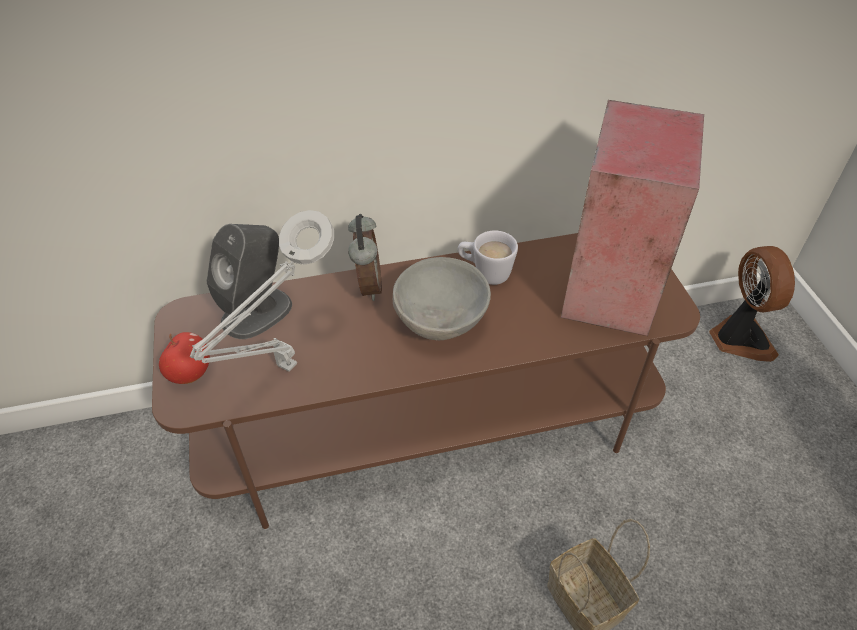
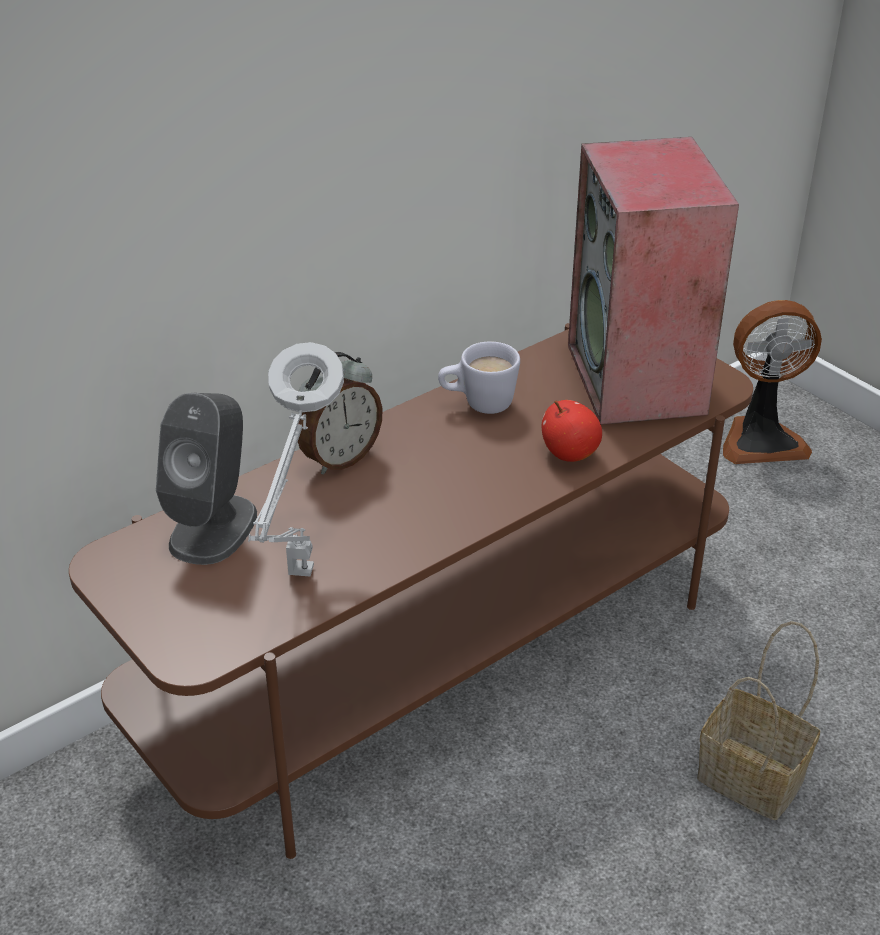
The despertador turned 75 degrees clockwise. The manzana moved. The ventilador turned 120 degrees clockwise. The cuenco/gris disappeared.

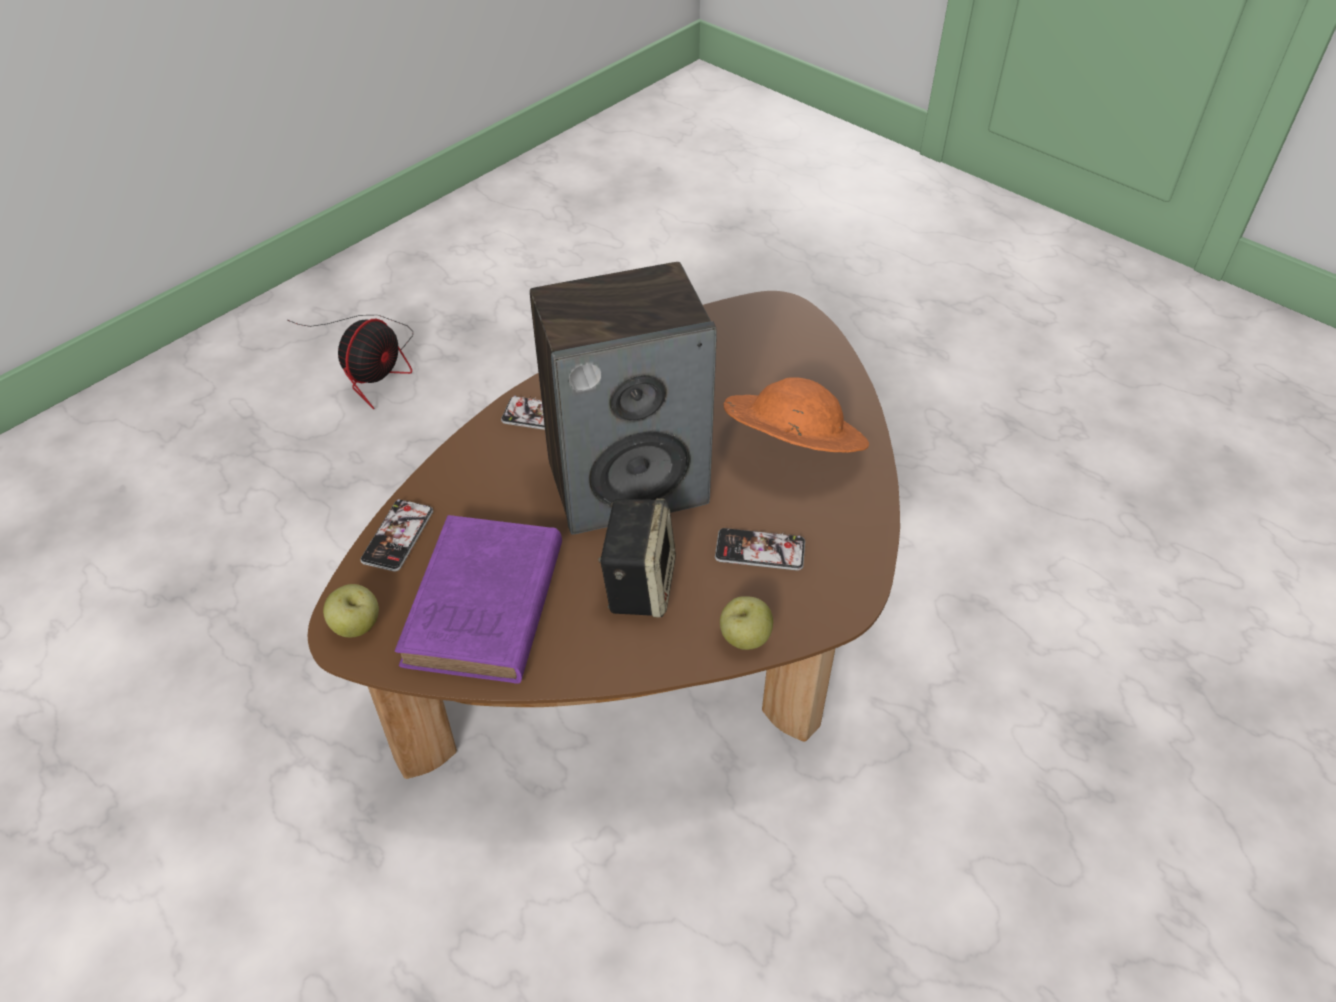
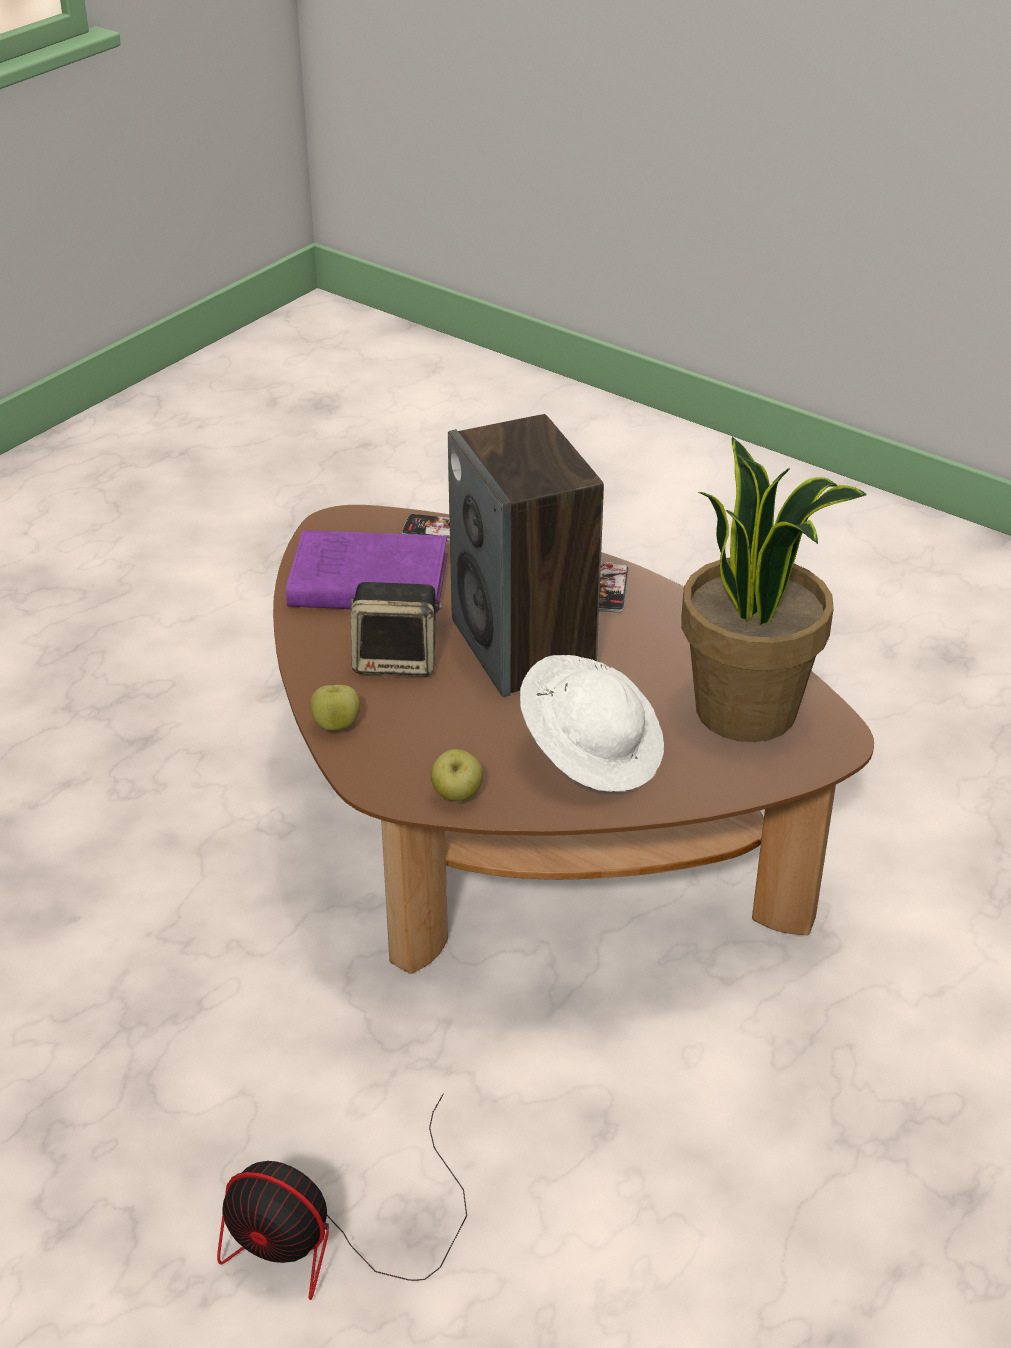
The ventilador moved. The manzana (no. 1 from left in the first image) moved. The sombrero/naranja became the sombrero/blanco. The planta en maceta appeared. The móvil (no. 3 from left) disappeared.

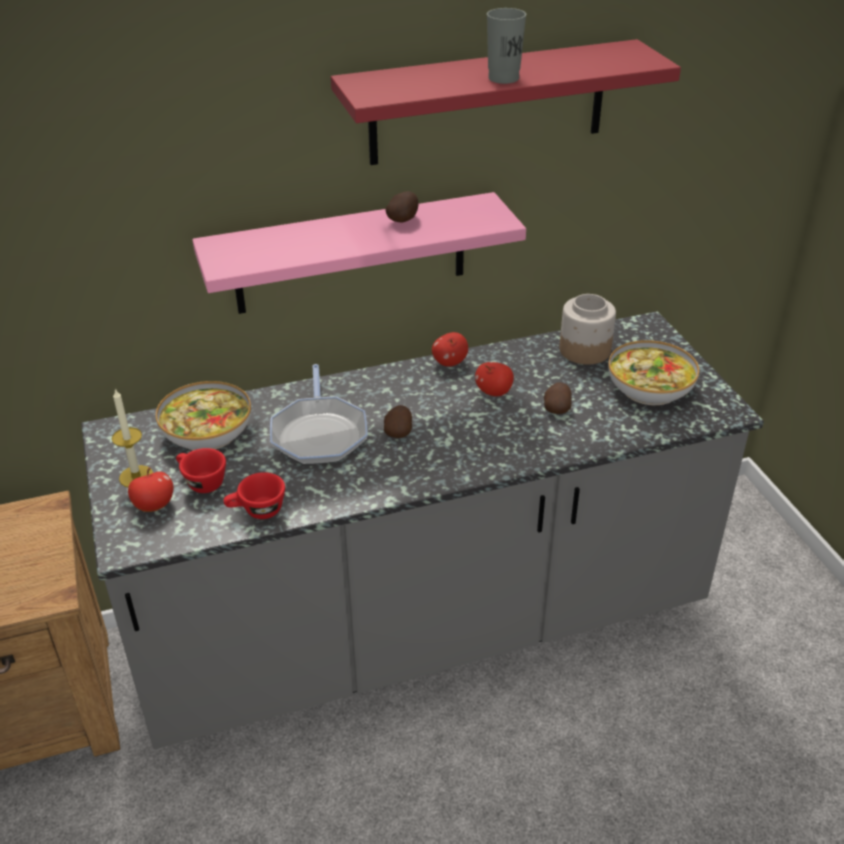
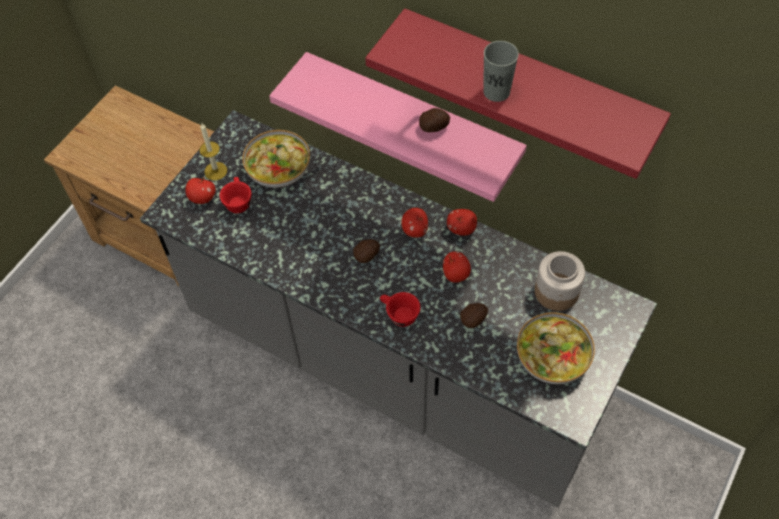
The taza/rojo (no. 2 from left) moved. The manzana (no. 2 from left) appeared. The sartén disappeared.

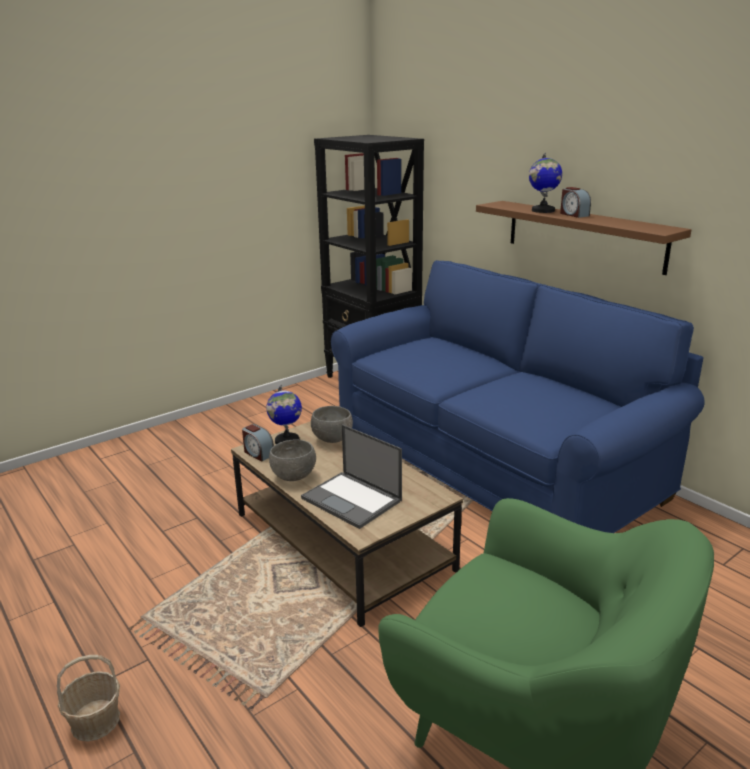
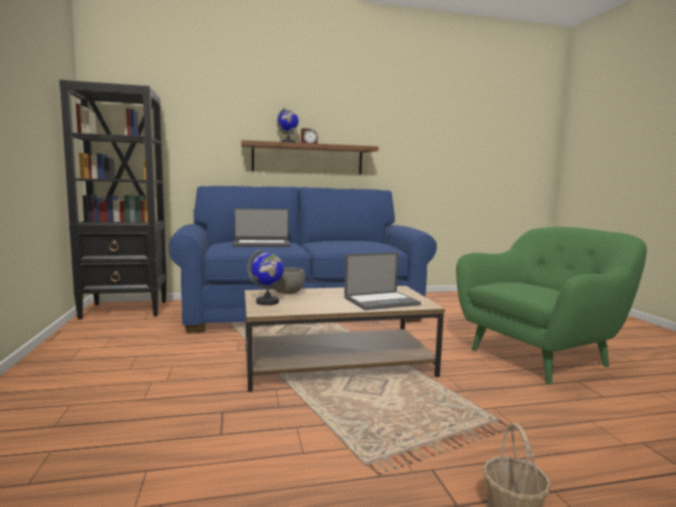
The portátil (no. 1 from left) appeared. The despertador (no. 1 from left) disappeared. The cuenco/gris (no. 1 from left) disappeared.

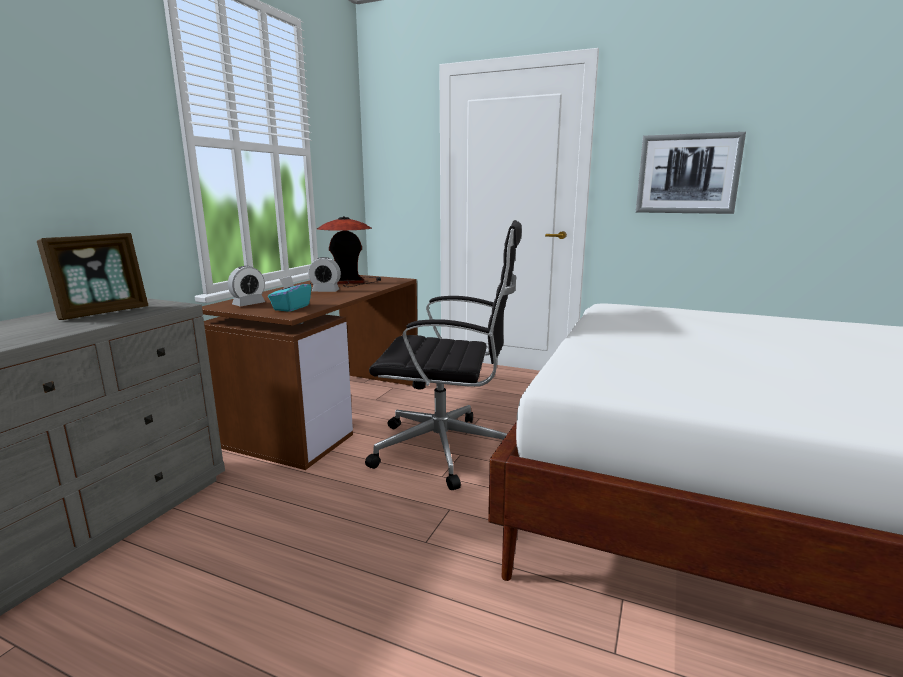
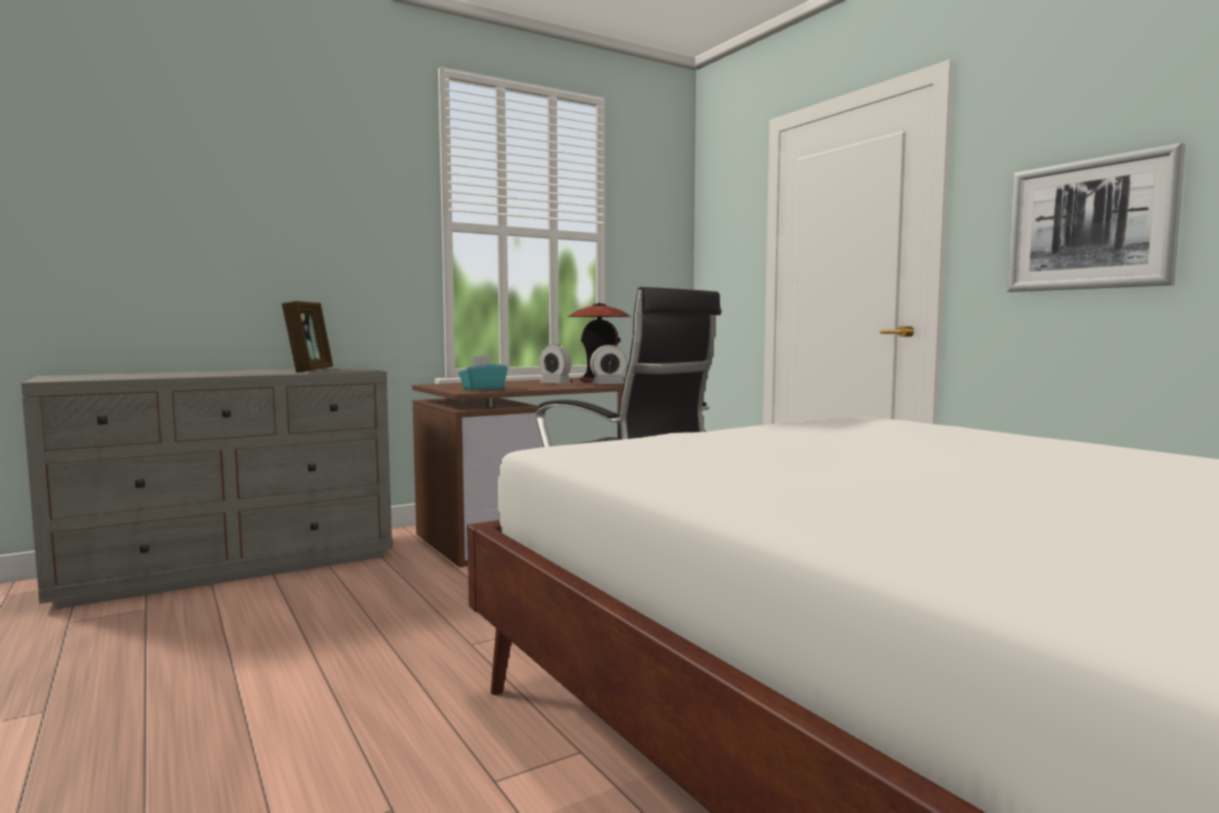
The portarretratos turned 75 degrees counterclockwise. The despertador (no. 1 from left in the first image) moved.

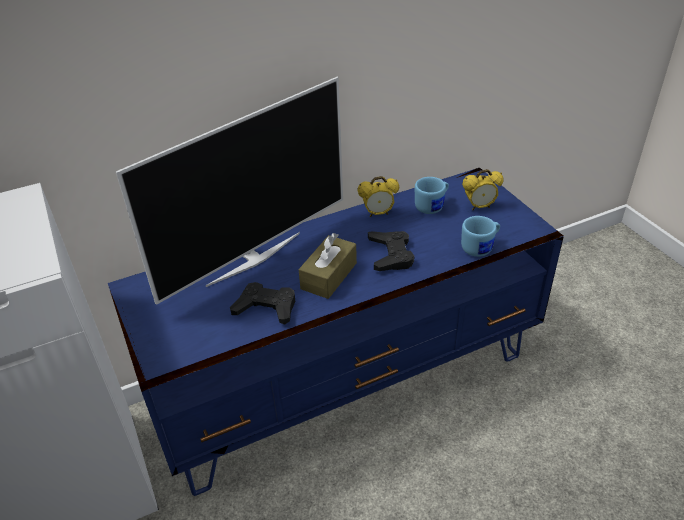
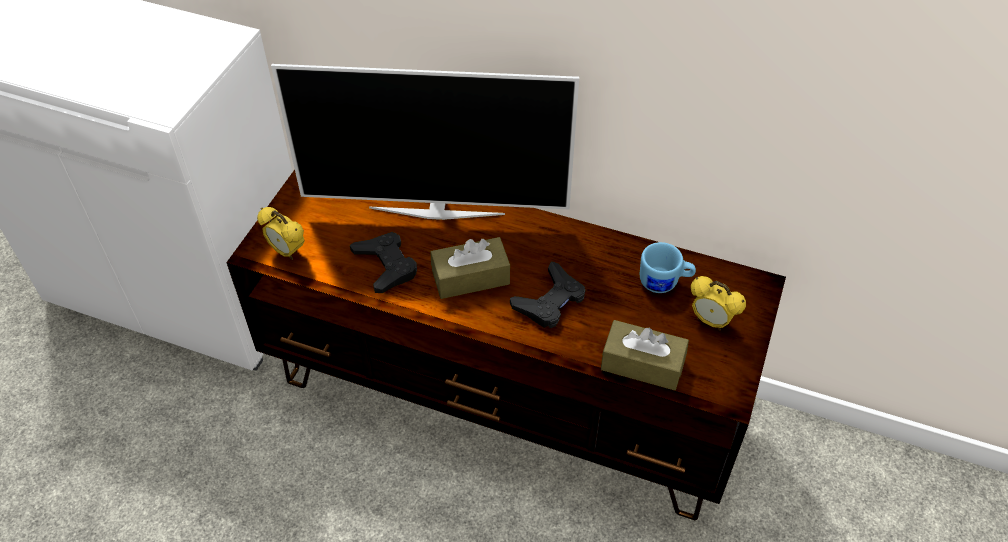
The mueble de televisión/azul became the mueble de televisión/marrón. The despertador (no. 1 from left) moved. The taza grande/azul (no. 2 from left) was replaced by the caja de pañuelos/marrón (no. 2 from left).

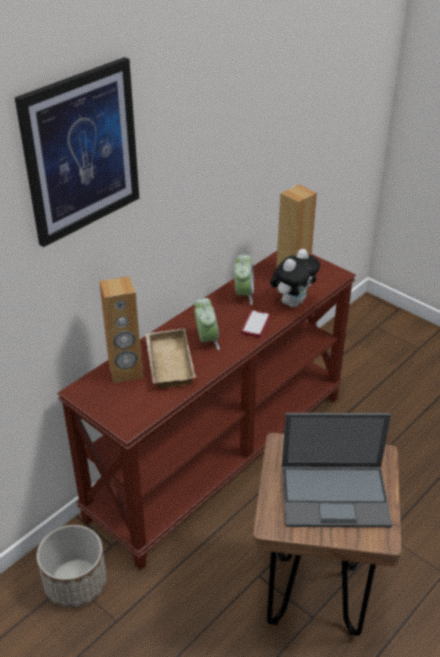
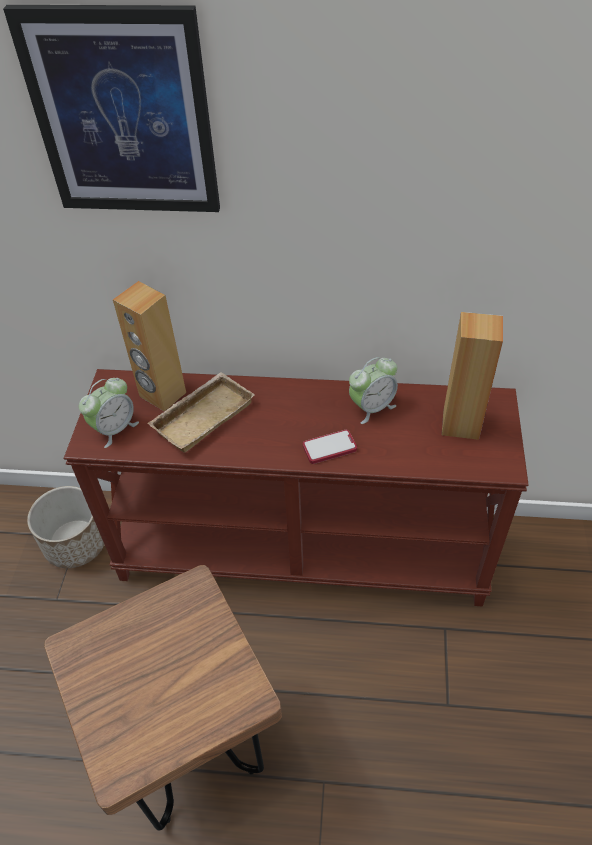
The despertador (no. 1 from left) moved. The peluche disappeared. The portátil disappeared.

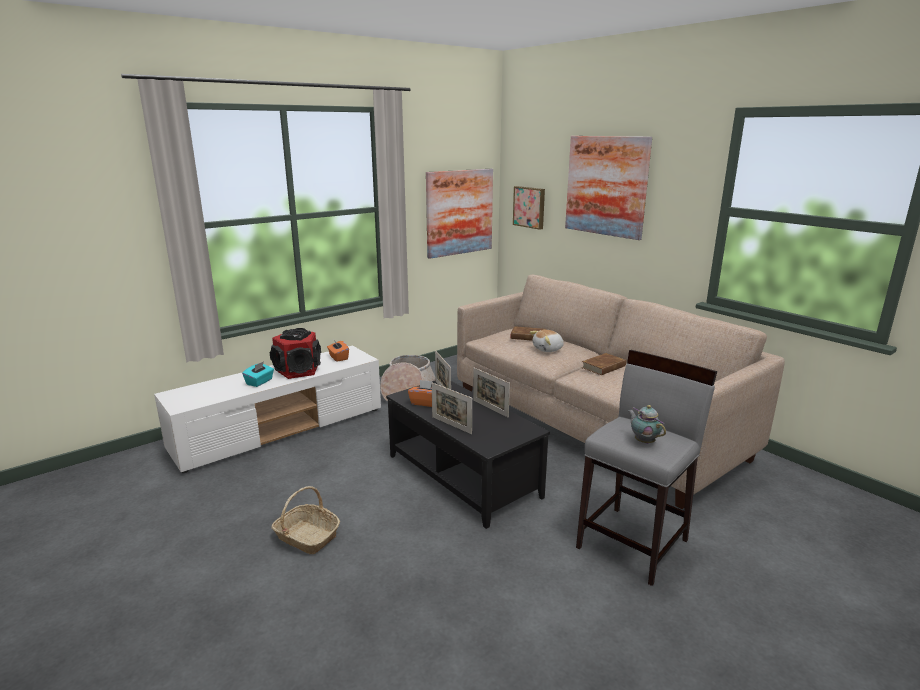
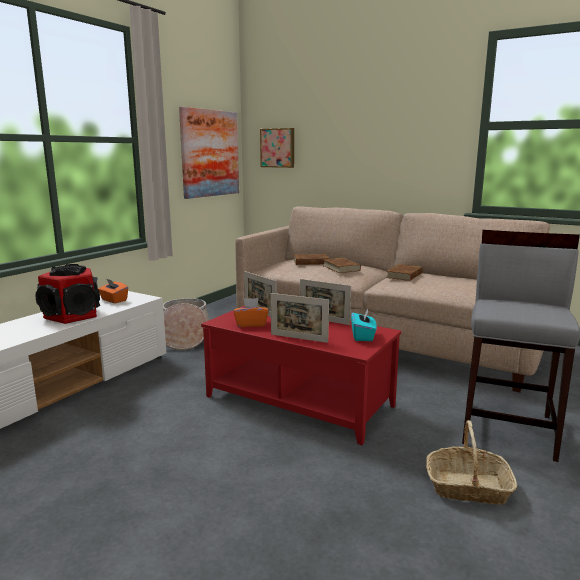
The mesa de centro/negro became the mesa de centro/rojo. The peluche was replaced by the libro/marrón (no. 2 from left). The caja de pañuelos/turquesa moved. The cesta (no. 1 from left in the first image) moved. The cuadro (no. 3 from left) disappeared. The tetera disappeared.

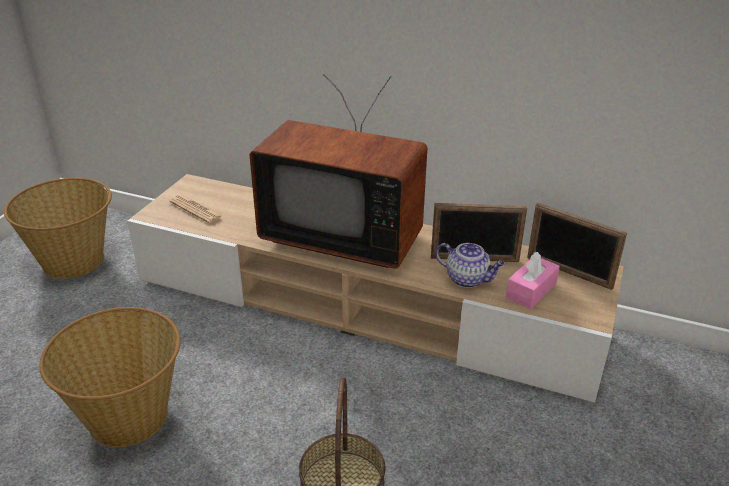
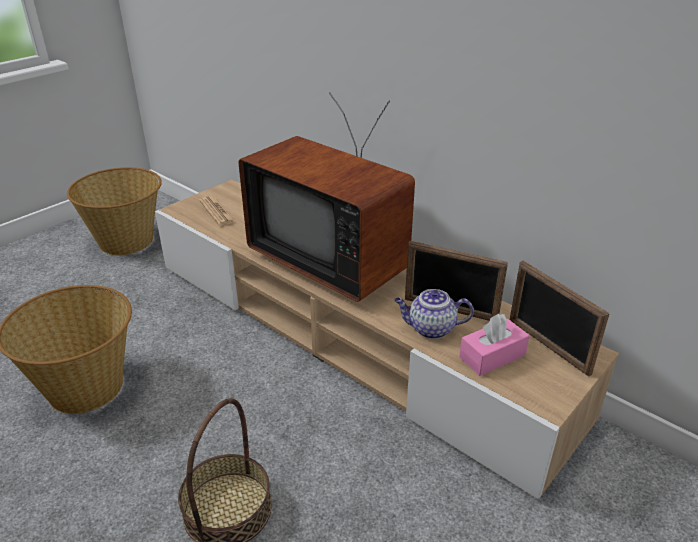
The tetera turned 135 degrees clockwise.

